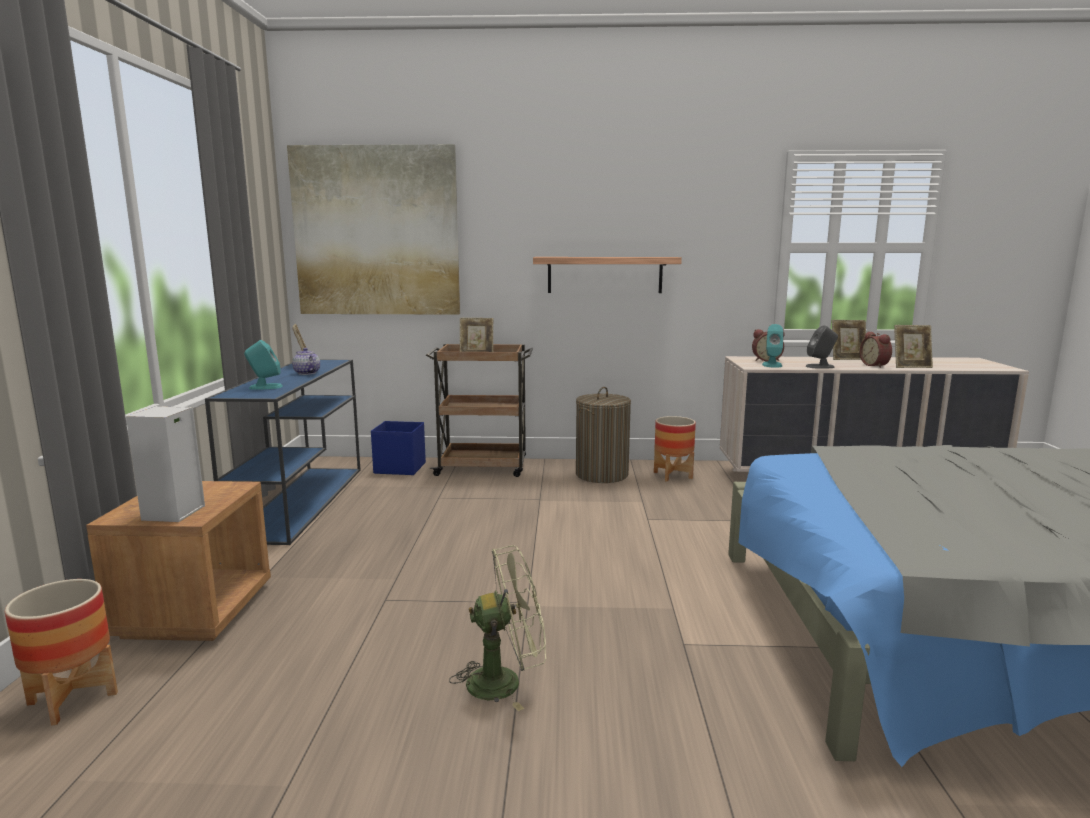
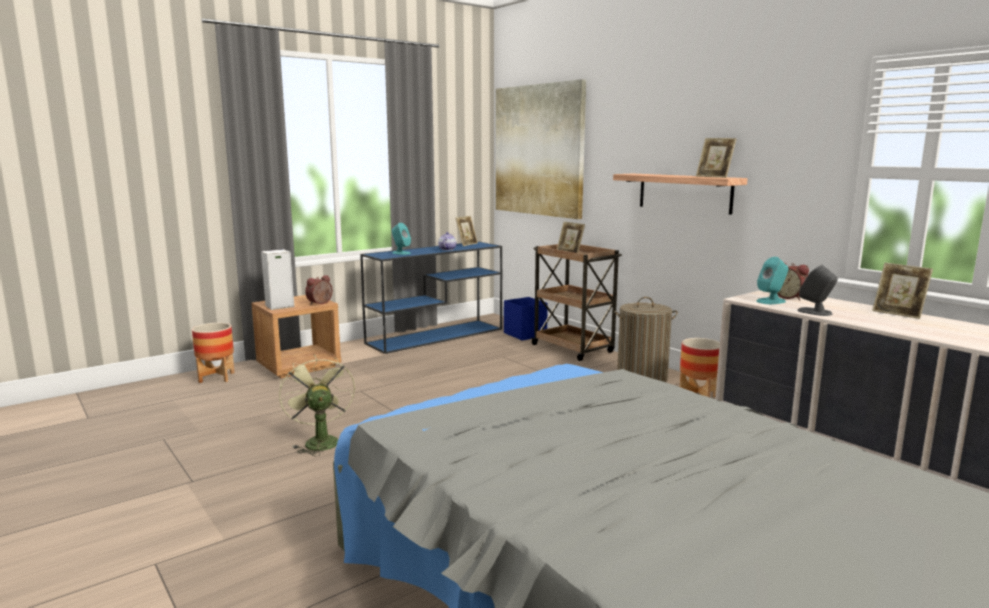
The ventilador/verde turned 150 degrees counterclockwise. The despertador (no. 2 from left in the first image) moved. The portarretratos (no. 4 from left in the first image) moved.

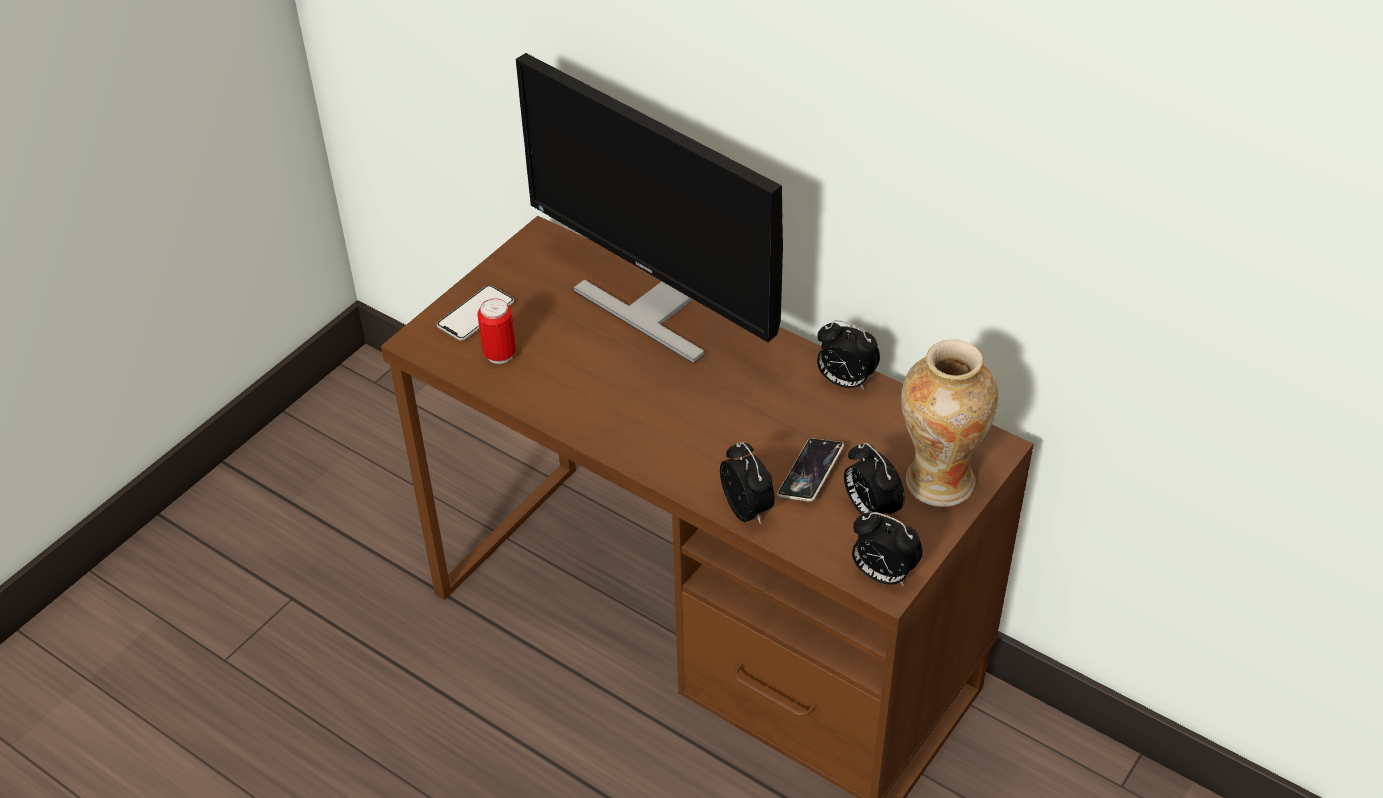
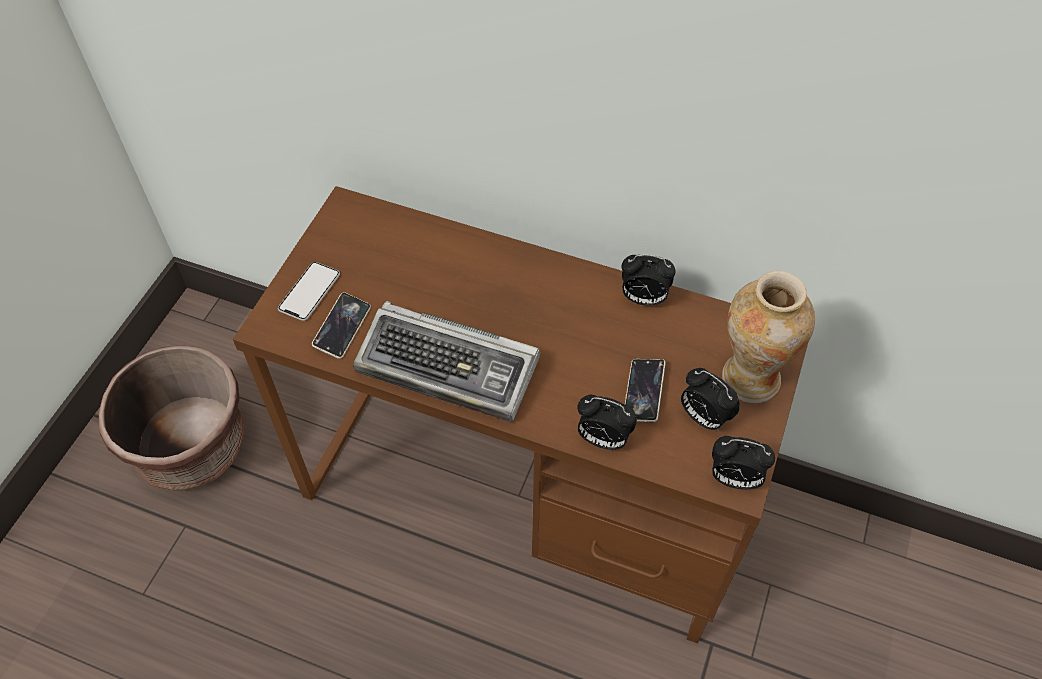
The maceta/marrón appeared. The lata was replaced by the móvil (no. 2 from left). The teclado appeared. The despertador (no. 1 from left) turned 150 degrees clockwise. The monitor disappeared.

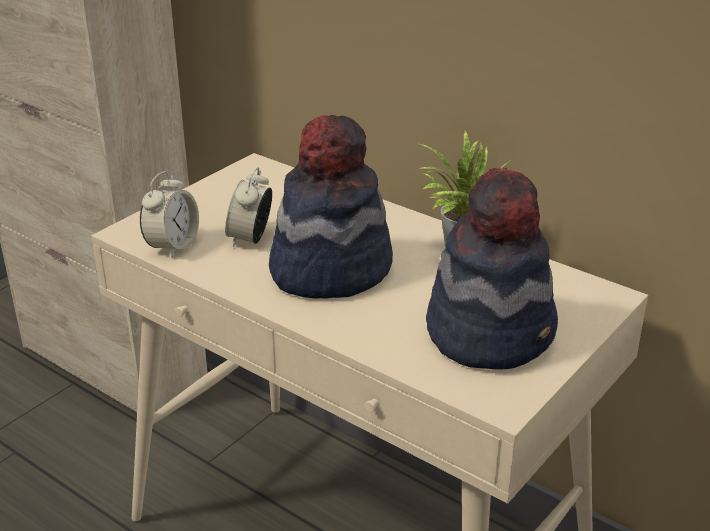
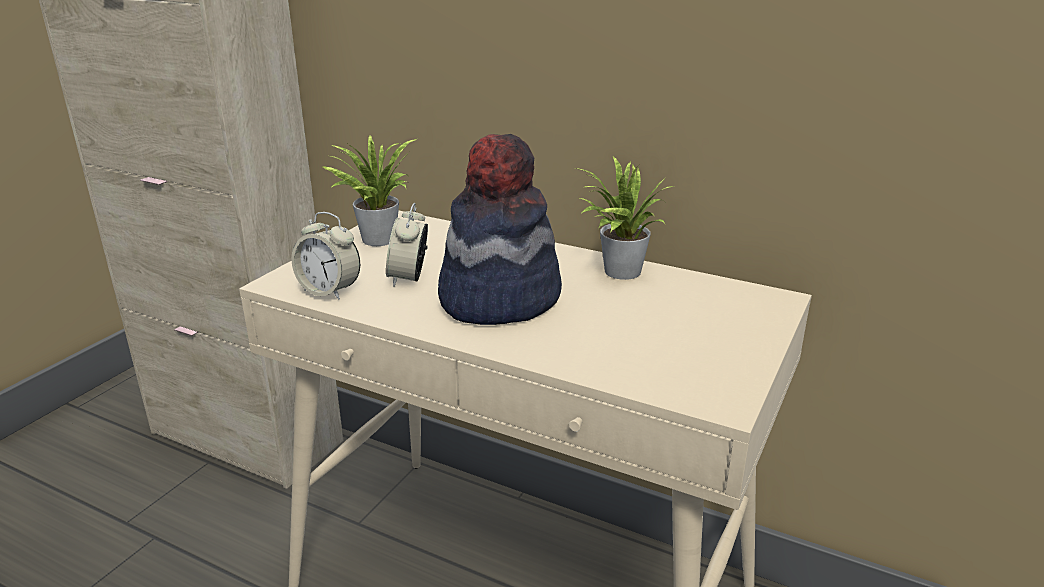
The despertador (no. 1 from left) turned 105 degrees clockwise. The planta en maceta (no. 1 from left) appeared. The sombrero (no. 2 from left) disappeared.

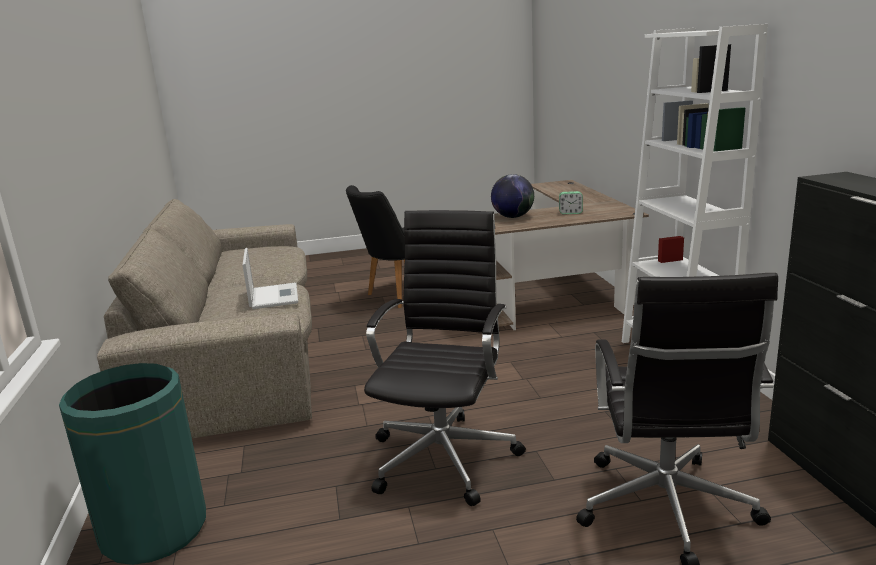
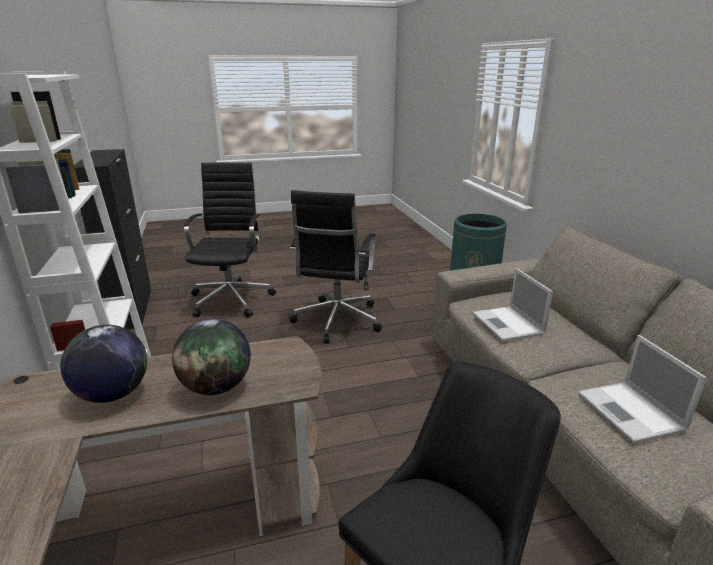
The despertador was replaced by the globo terráqueo (no. 1 from left). The portátil (no. 2 from left) appeared.

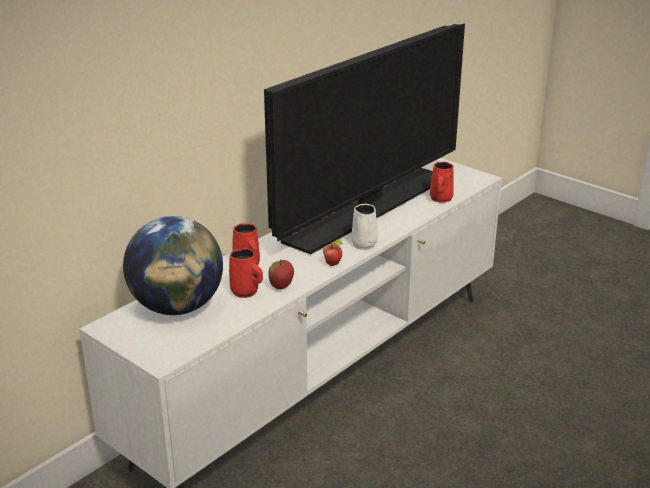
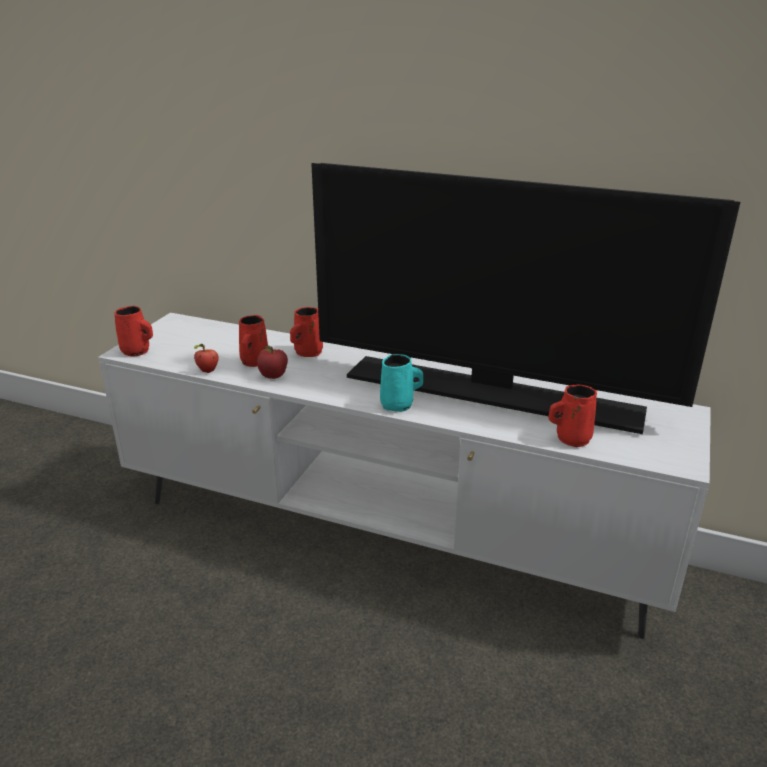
The taza grande/rojo (no. 1 from left) appeared. The manzana (no. 2 from left in the first image) moved. The taza grande/blanco became the taza grande/turquesa. The globo terráqueo disappeared.

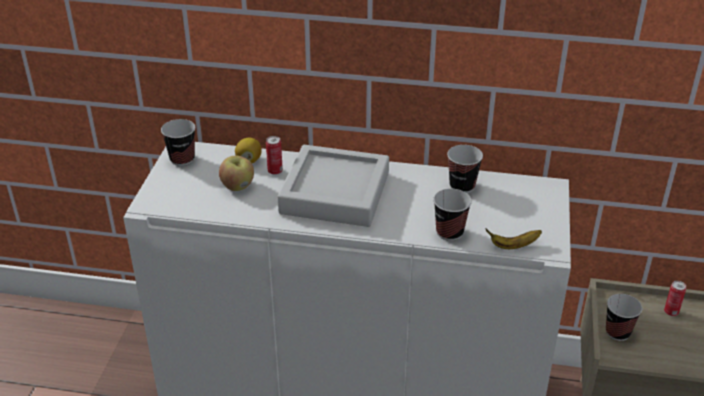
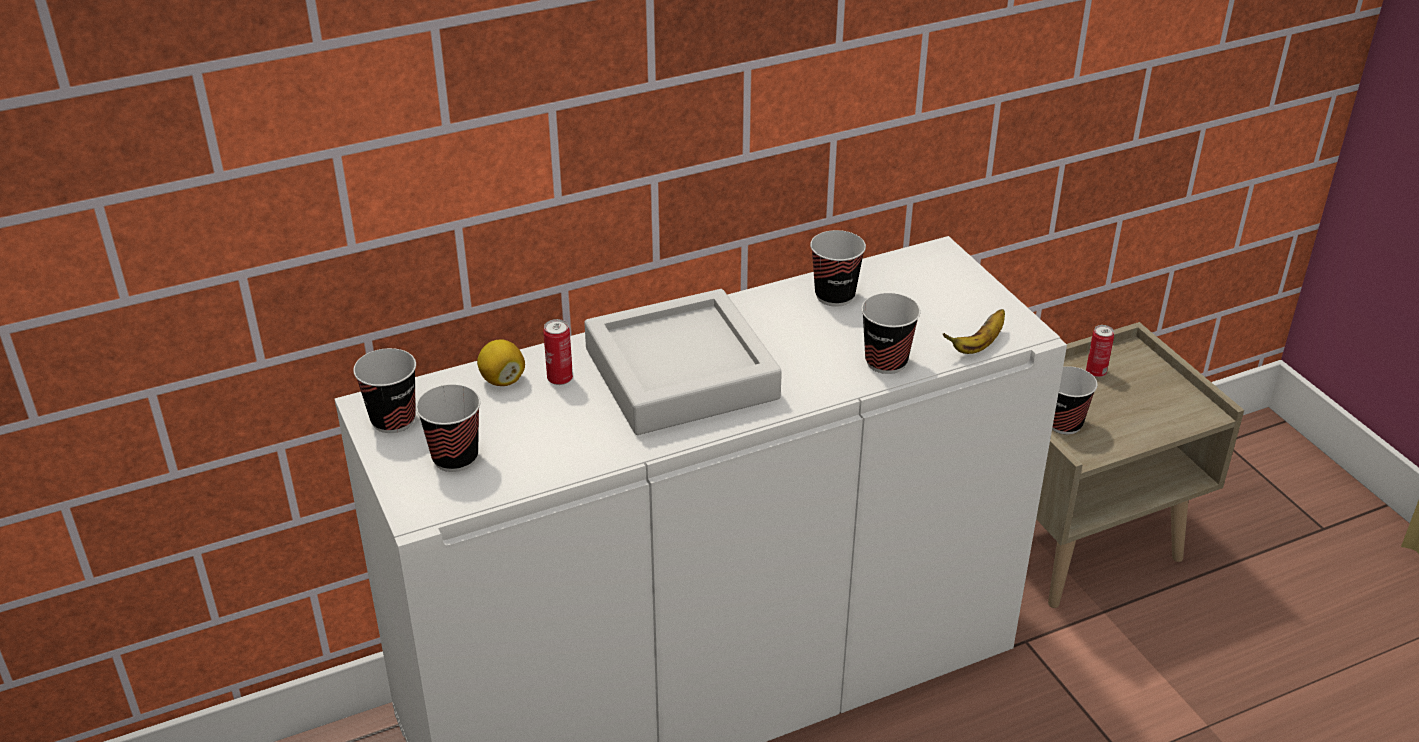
The taza (no. 2 from left) appeared. The manzana disappeared.

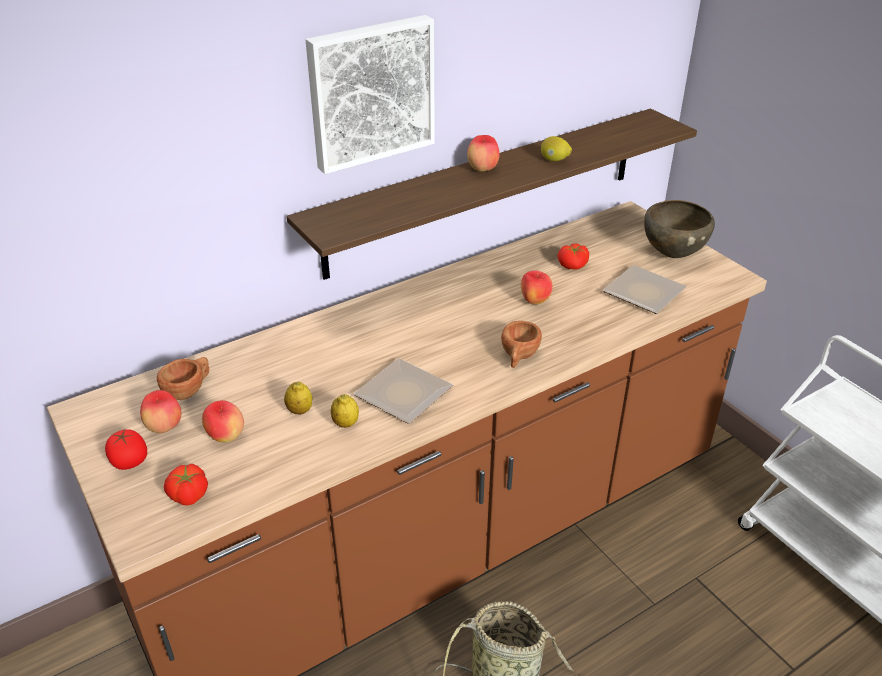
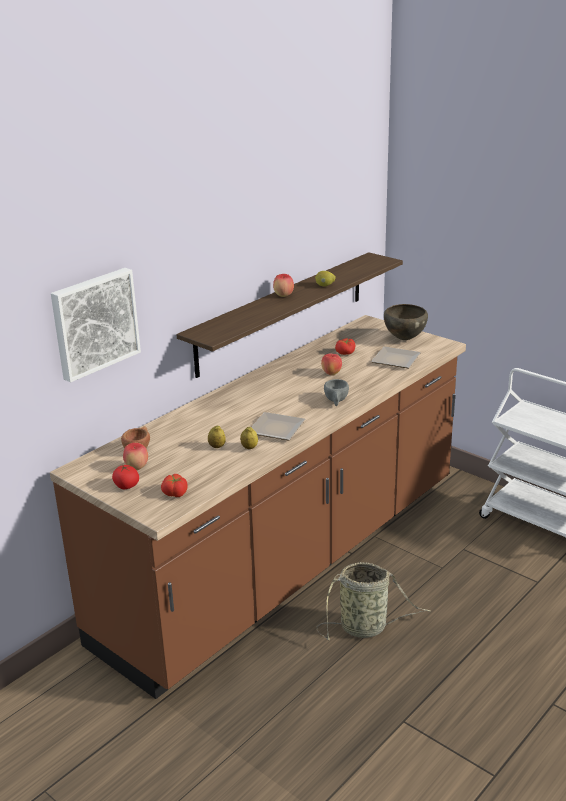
The cuadro moved. The taza/marrón (no. 2 from left) became the taza/gris. The manzana (no. 2 from left) disappeared.

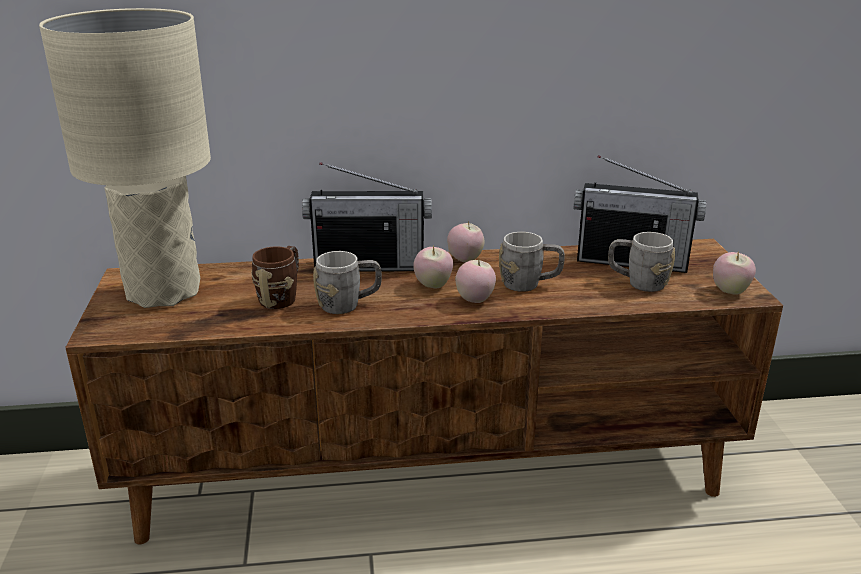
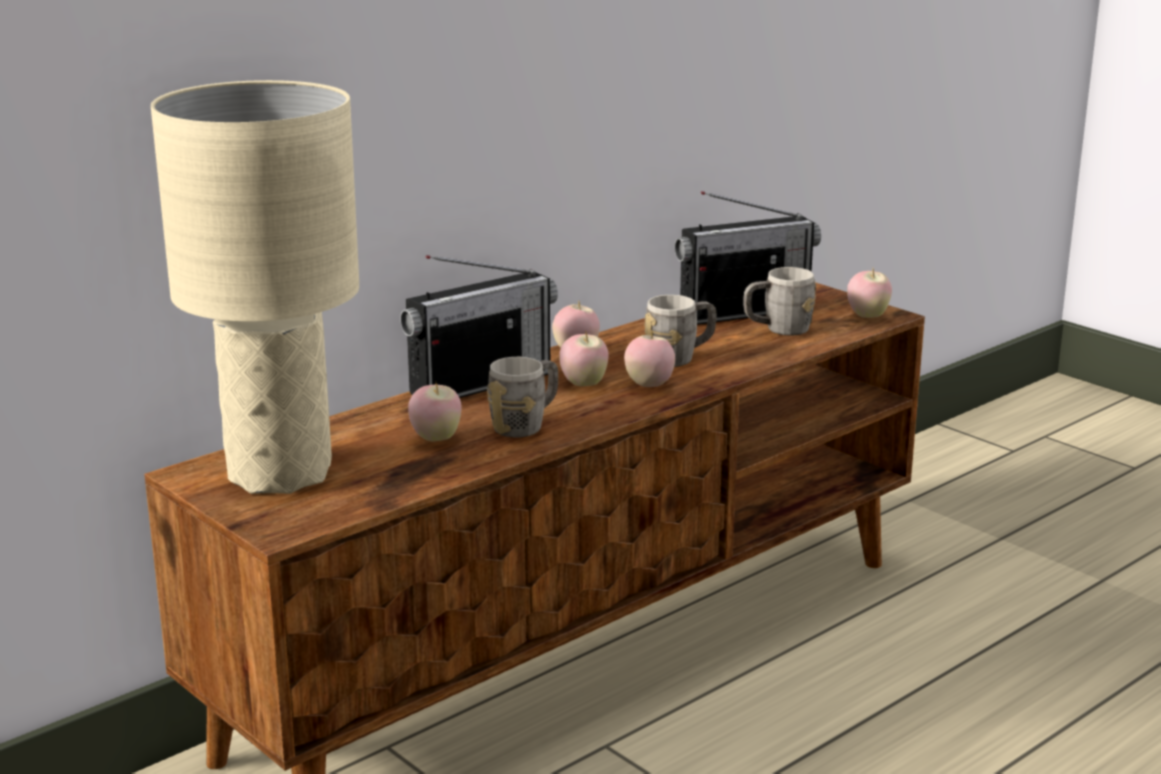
The taza grande/marrón was replaced by the manzana (no. 1 from left).

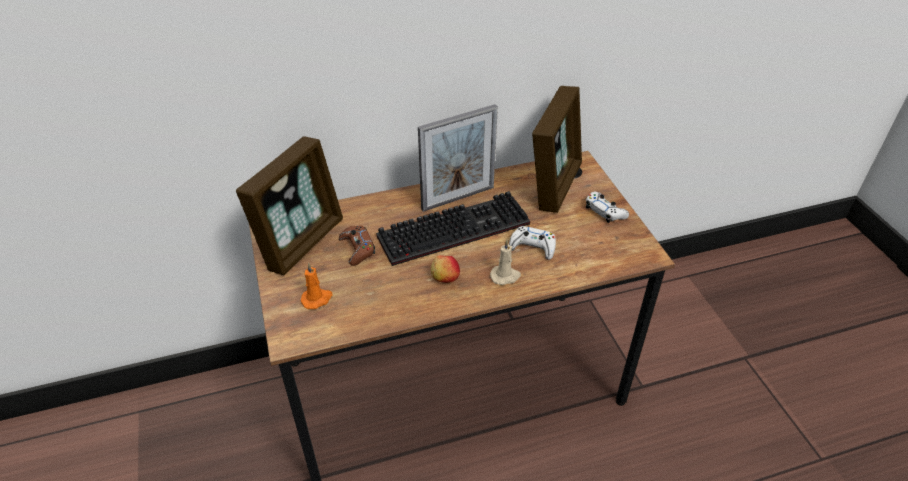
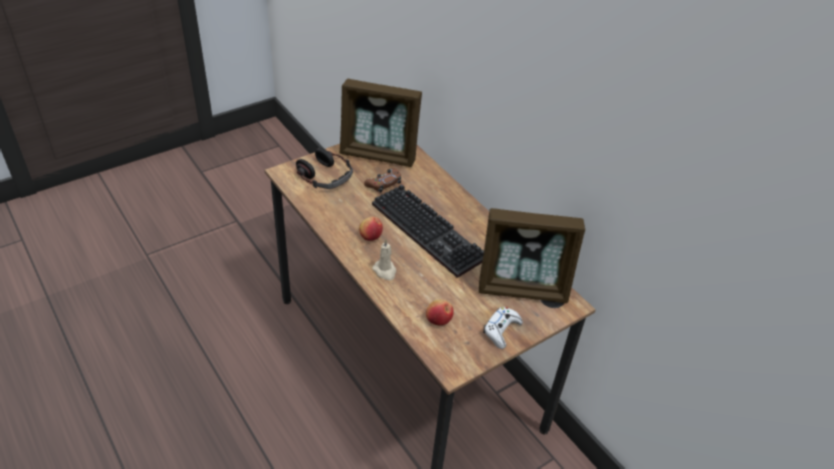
The vela/naranja was replaced by the auriculares. The manzana (no. 2 from left) appeared. The portarretratos (no. 2 from left) disappeared. The mando de consola/blanco (no. 1 from left) disappeared.

